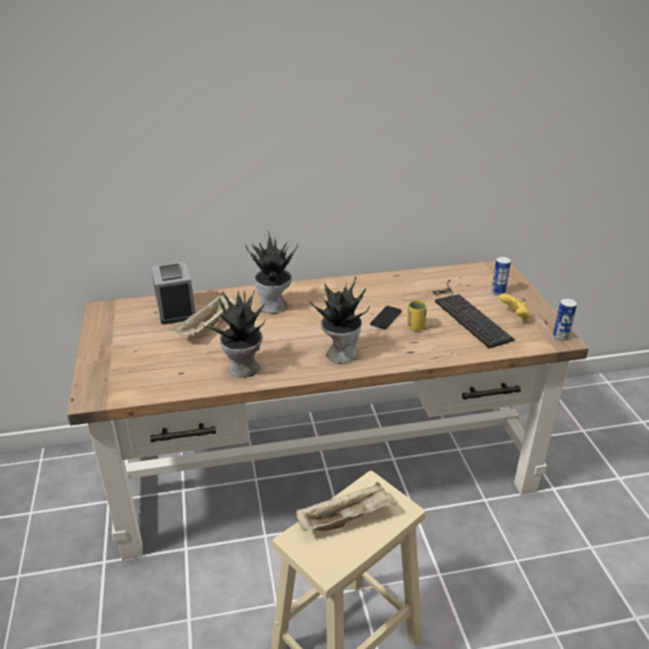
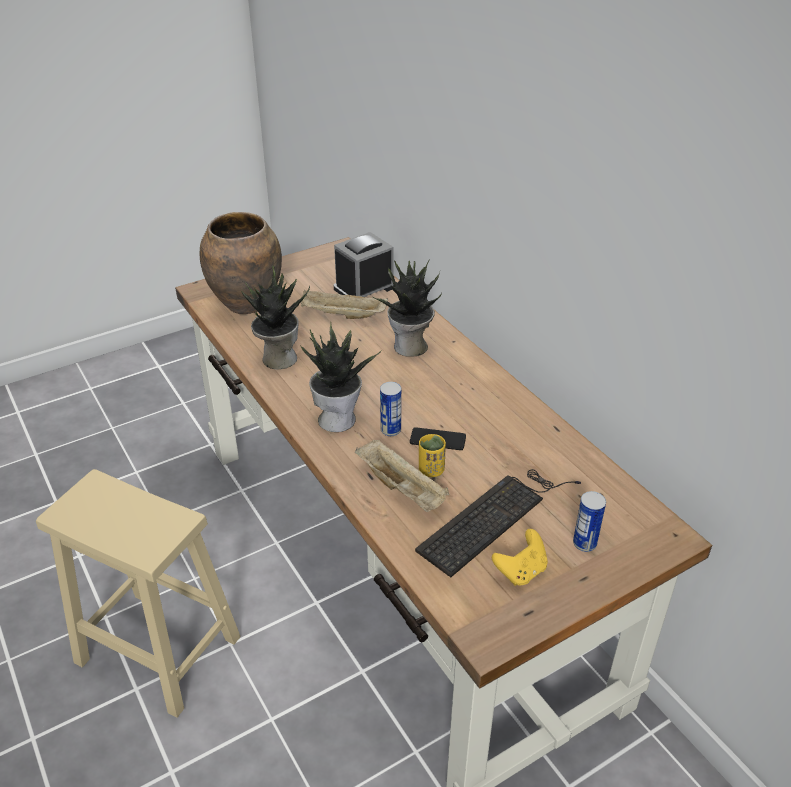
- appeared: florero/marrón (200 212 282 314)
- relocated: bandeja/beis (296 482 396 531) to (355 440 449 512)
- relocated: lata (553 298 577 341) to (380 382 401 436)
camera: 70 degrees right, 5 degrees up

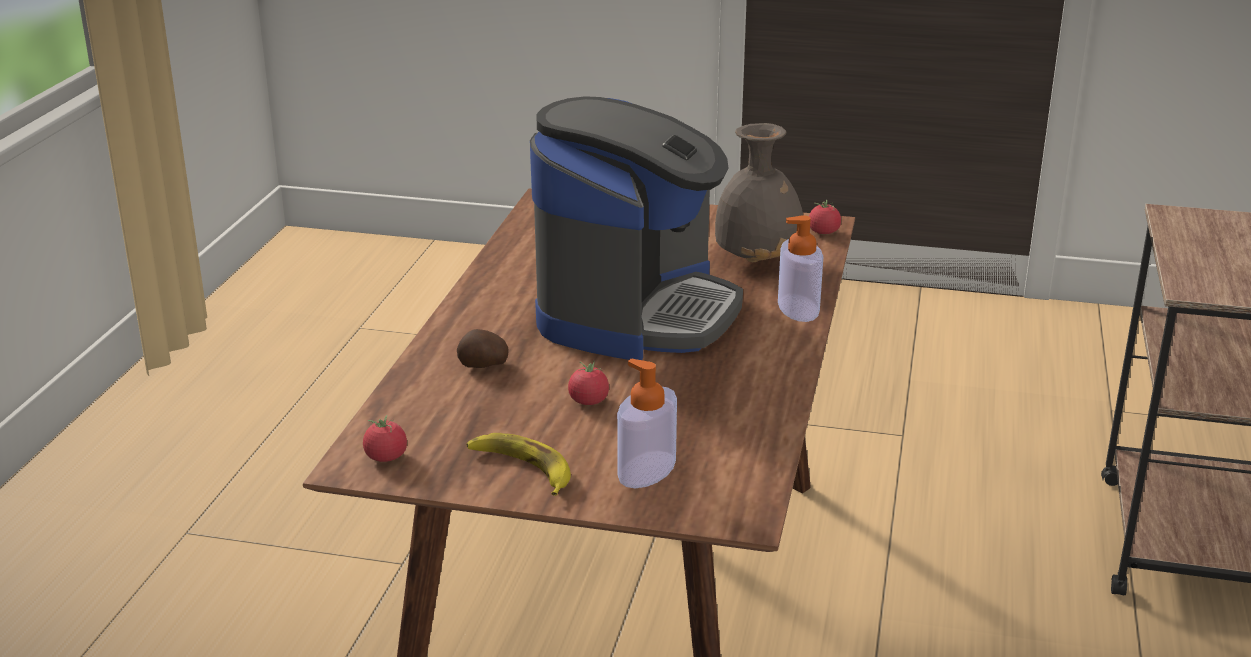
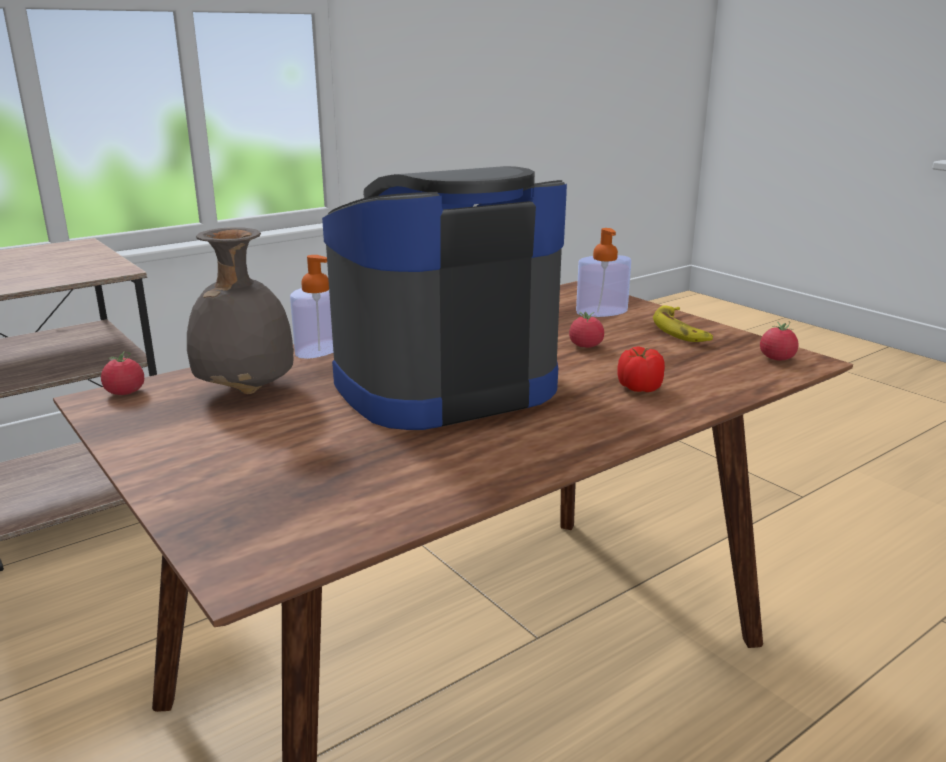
- exchanged: patata (457 329 508 368) to tomate (617 346 665 392)
camera: 140 degrees left, 5 degrees down

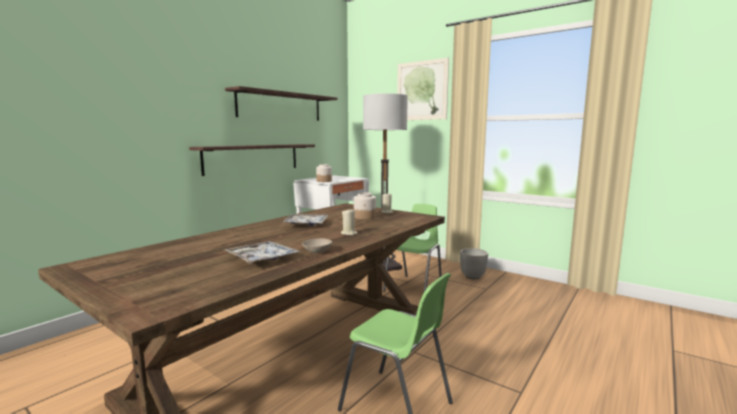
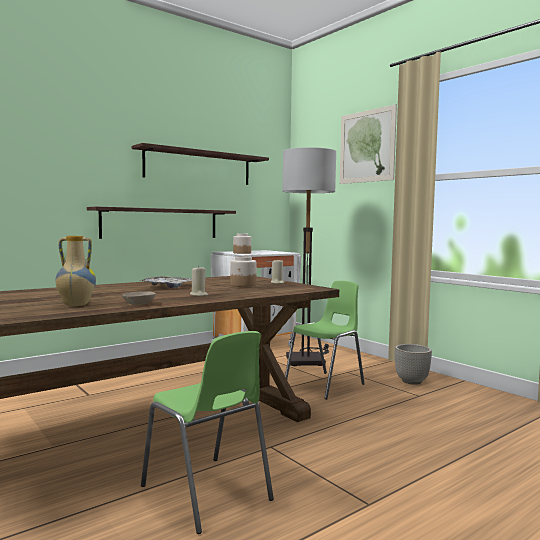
- exchanged: bandeja (225 241 300 263) to florero (55 236 96 306)
camera: 15 degrees right, 5 degrees down

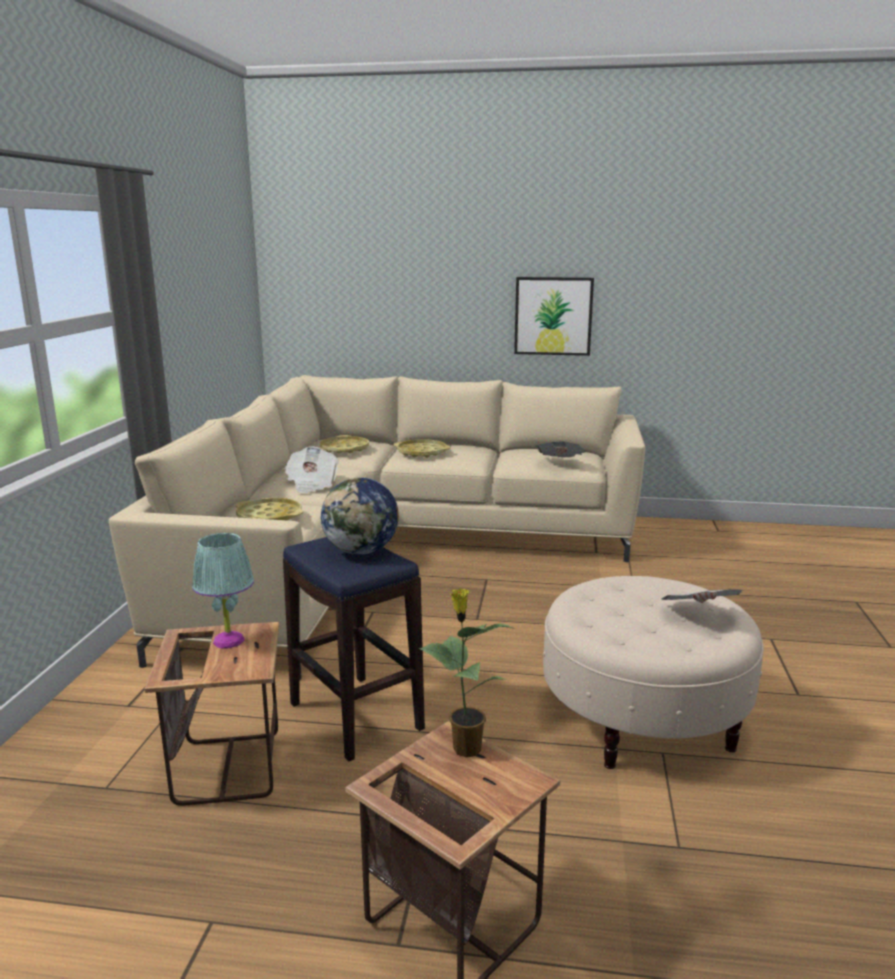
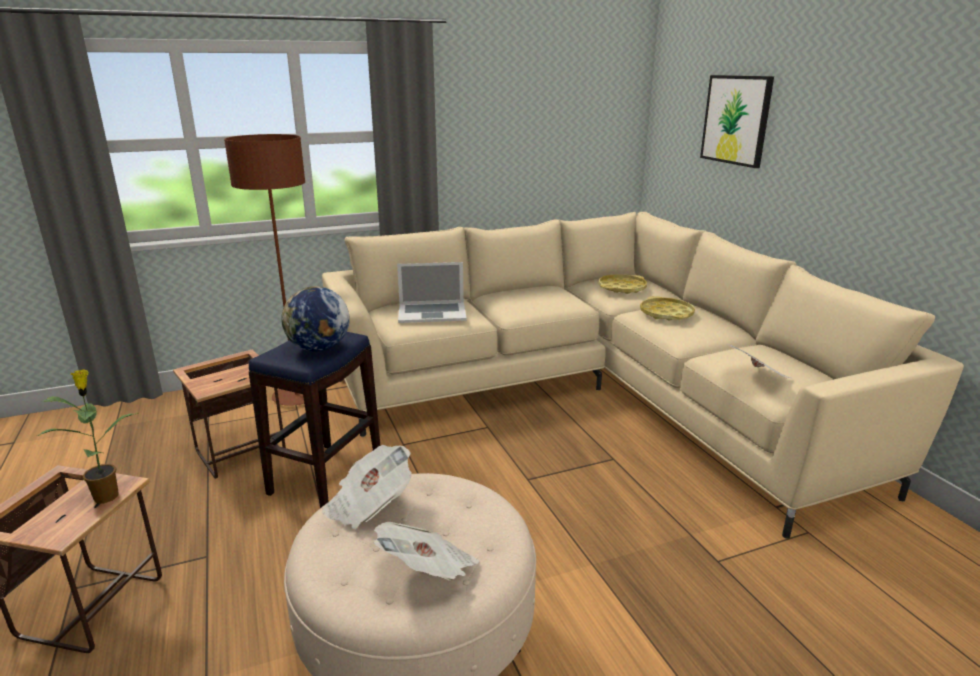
- appeared: lámpara de pie/marrón (224 134 305 406)
- relocated: periódico (284 446 339 493) to (323 445 412 529)
- exchanged: bandeja/amarillo (235 498 303 521) to portátil (397 262 467 323)
- relocated: cuadro (514 277 594 356) to (700 75 774 168)
- missing: lámpara de mesa/turquesa (192 533 254 648)
camera: 60 degrees right, 5 degrees up

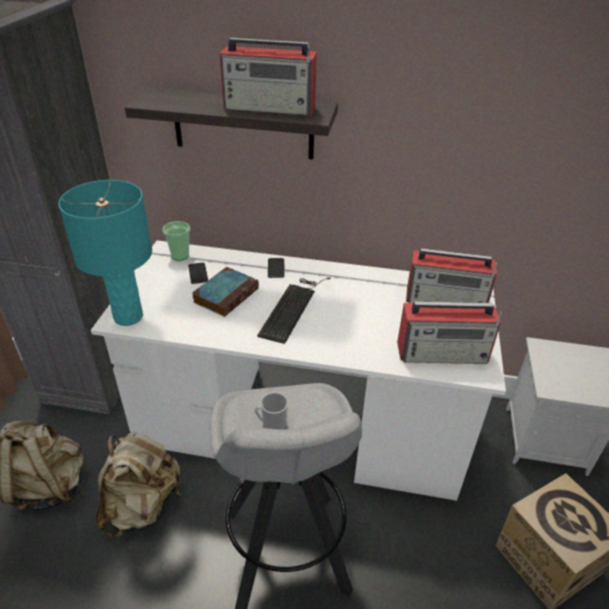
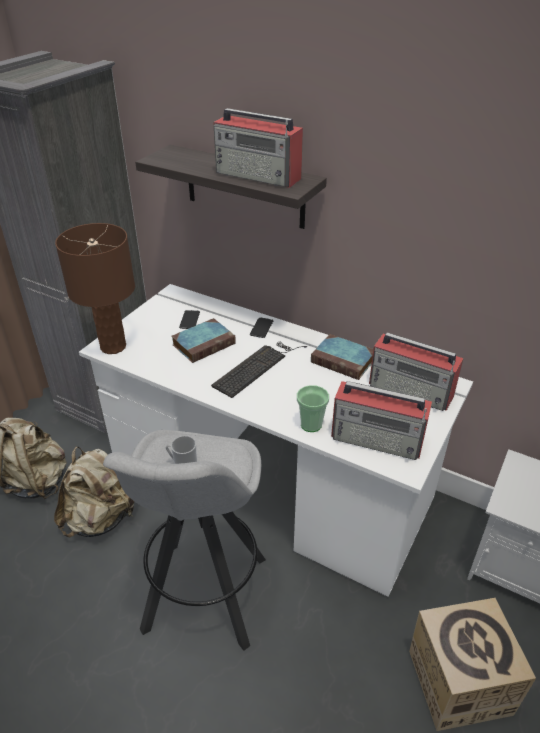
- colour: lámpara de mesa/turquesa (58 180 152 326) to lámpara de mesa/marrón (55 223 135 354)
- relocated: taza (162 221 190 261) to (297 385 329 432)
- appeared: libro (311 334 373 380)
camera: 20 degrees right, 0 degrees up

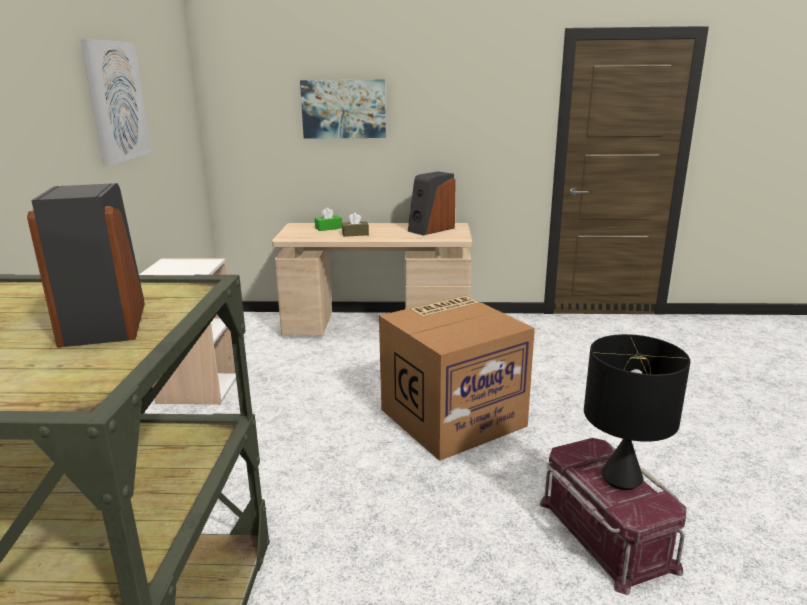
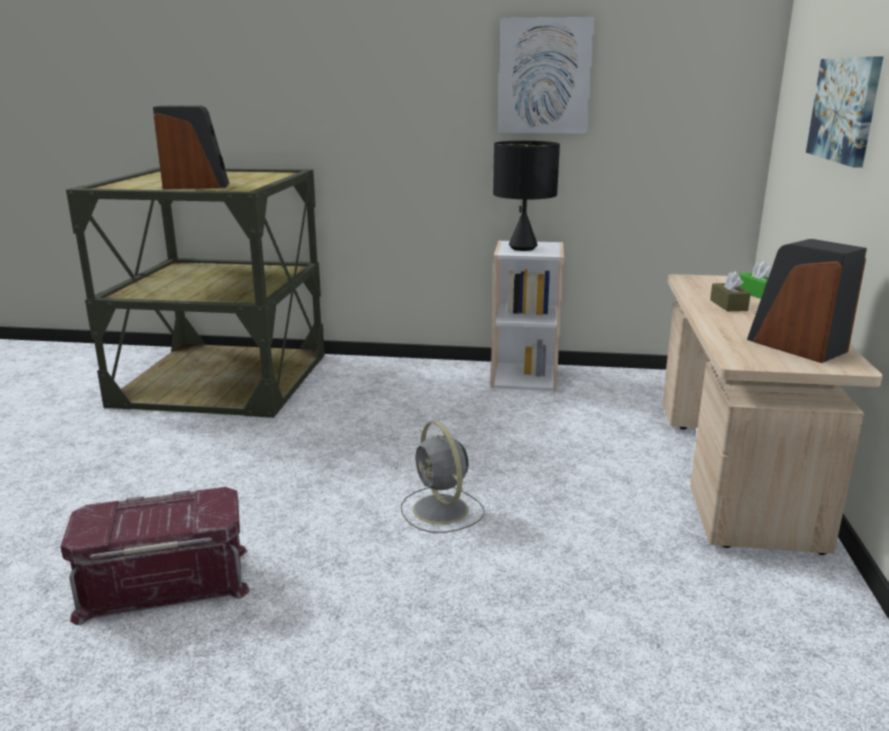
- exchanged: caja de cartón (379 295 535 461) to ventilador/gris (401 421 485 533)
- relocated: lámpara de mesa/negro (584 334 690 490) to (493 141 560 251)
camera: 95 degrees right, 0 degrees up

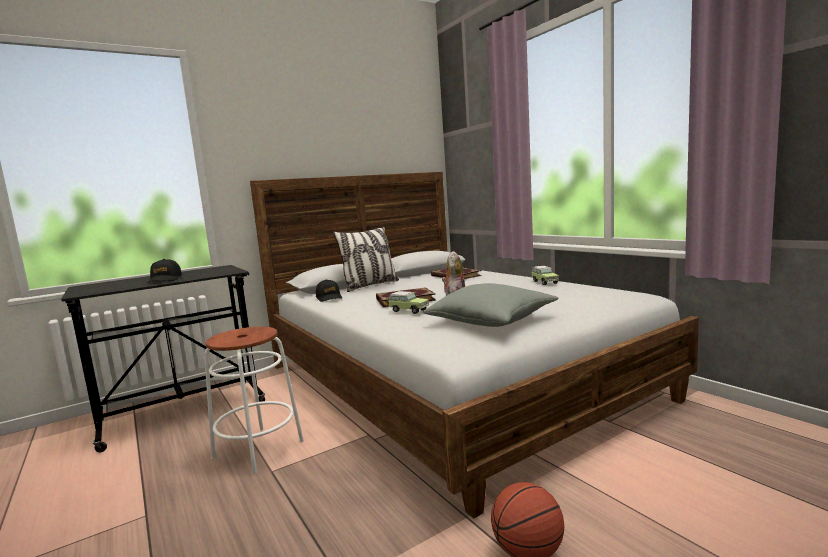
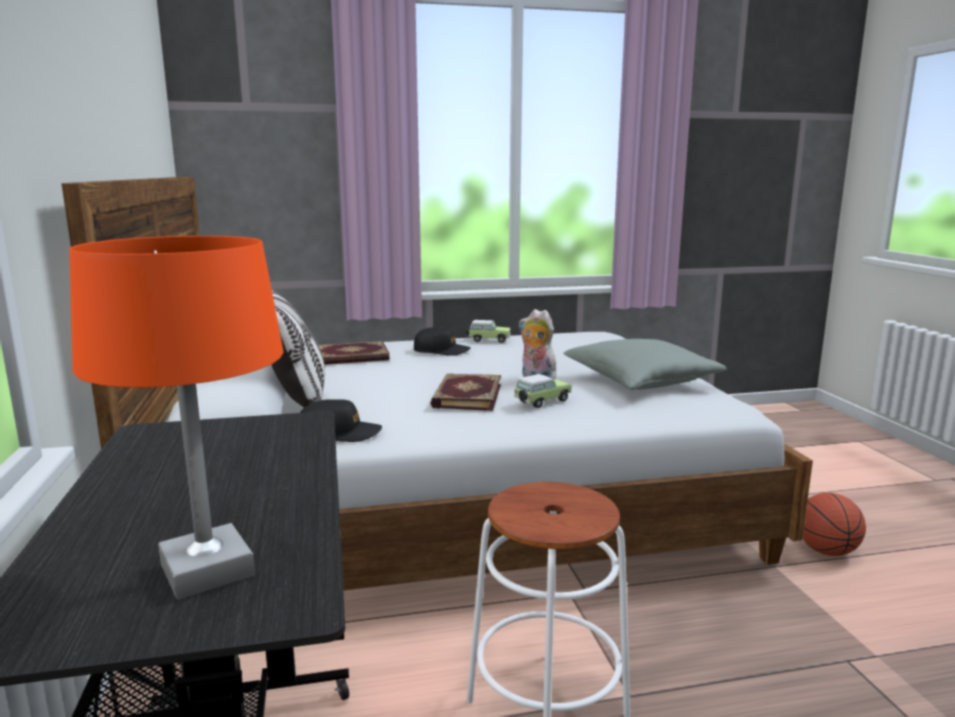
- appeared: lámpara de mesa/naranja (69 236 284 600)
- relocated: gorra/negro (147 259 182 283) to (414 327 471 356)
camera: 70 degrees left, 5 degrees up

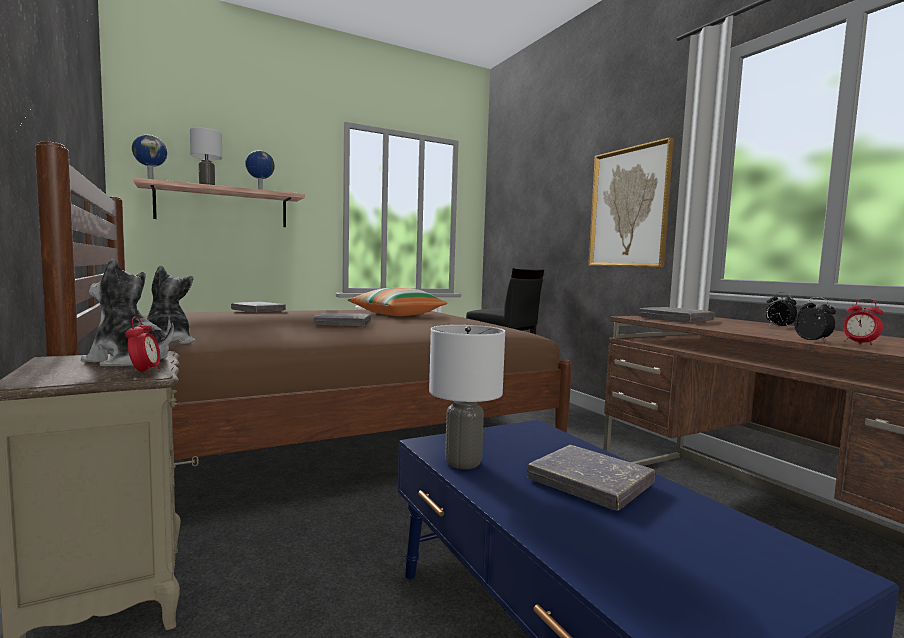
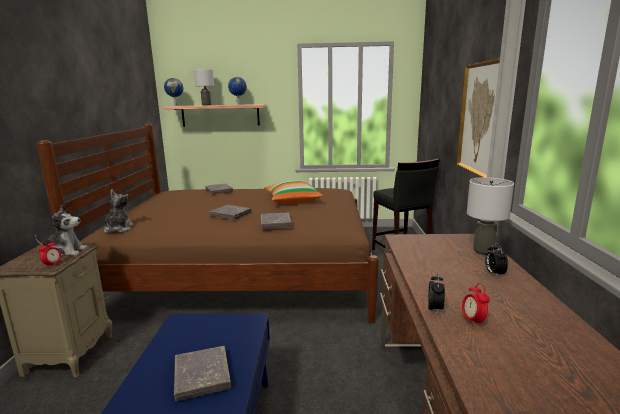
- spun: peluche (81 259 174 366) = (35 205 87 256) 135 degrees clockwise
- relocated: libro/gris (638 307 714 322) to (261 213 292 229)
- relocated: lámpara de mesa/blanco (429 325 505 469) to (467 177 514 255)
camera: 30 degrees right, 10 degrees up

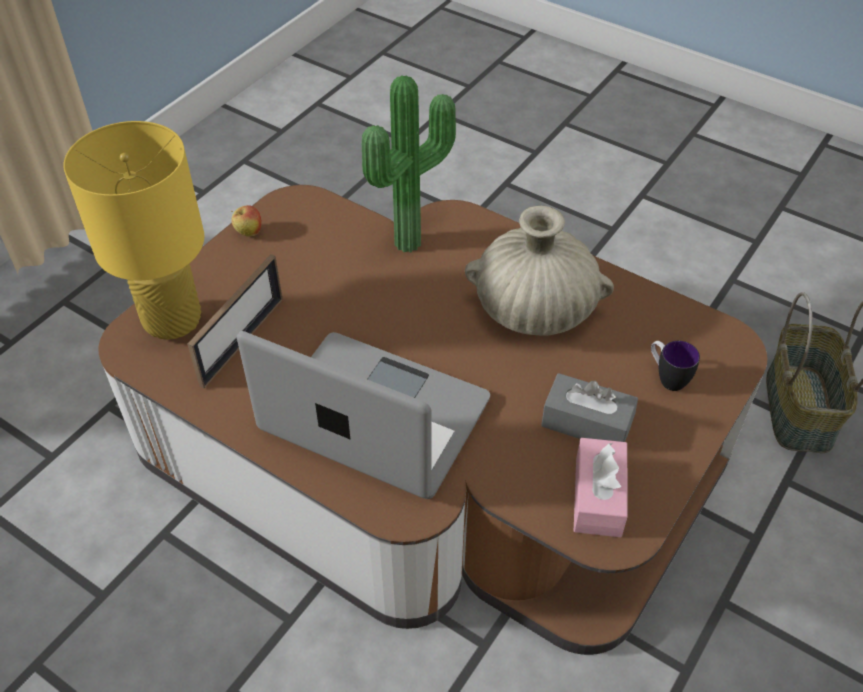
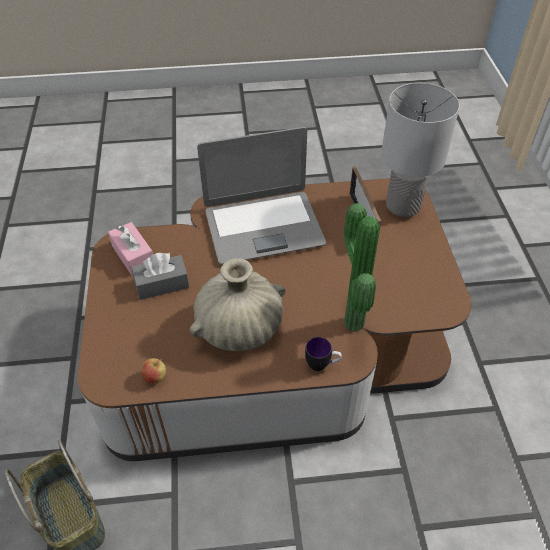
- relocated: manzana (231 205 262 237) to (141 358 166 384)
- relocated: taza grande (651 341 700 391) to (305 337 342 371)
- colour: lámpara de mesa/amarillo (63 121 204 340) to lámpara de mesa/gris (381 83 460 217)
camera: 140 degrees right, 0 degrees up

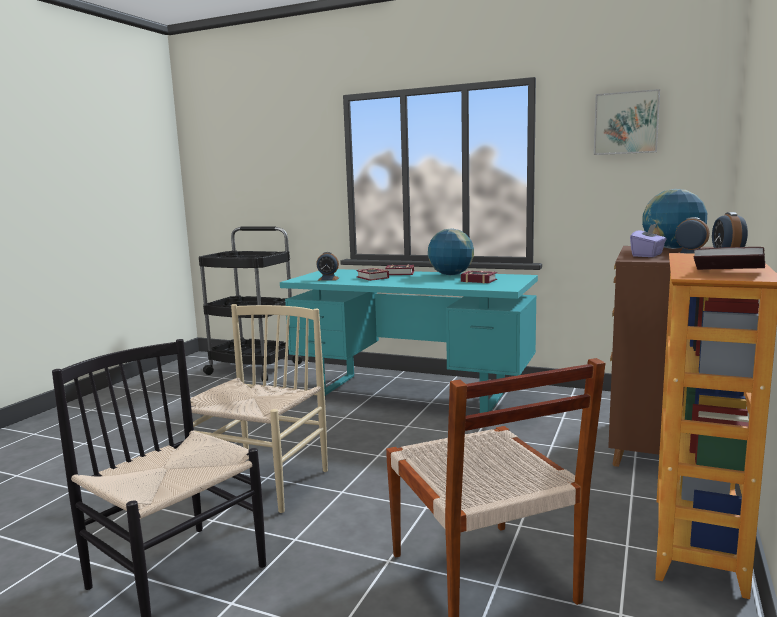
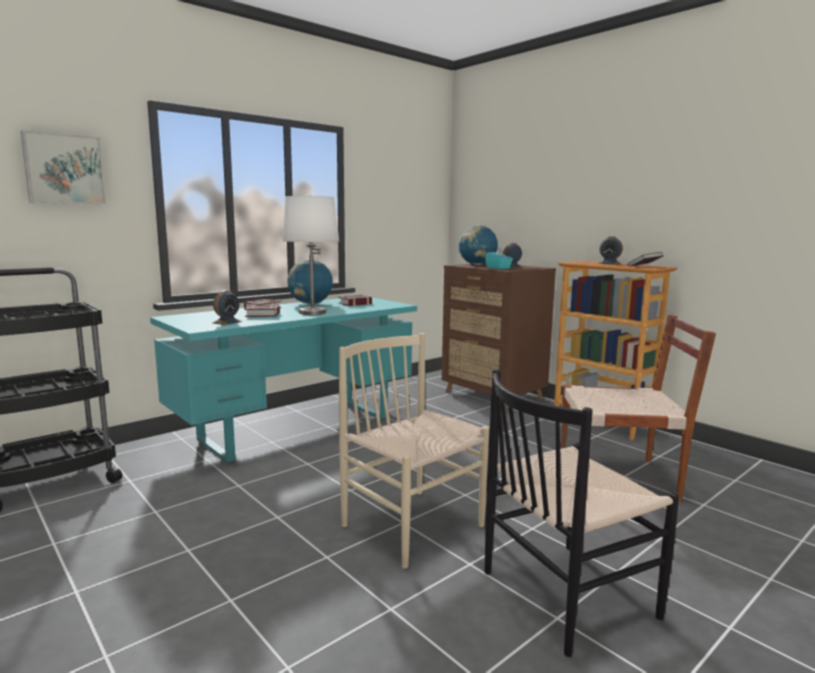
- relocated: cuadro (594 89 660 155) to (20 130 106 204)
- appeared: lámpara de mesa/blanco (282 195 339 315)
- colour: caja de pañuelos/morado (630 224 667 257) to caja de pañuelos/turquesa (485 247 513 269)
camera: 65 degrees left, 0 degrees up

